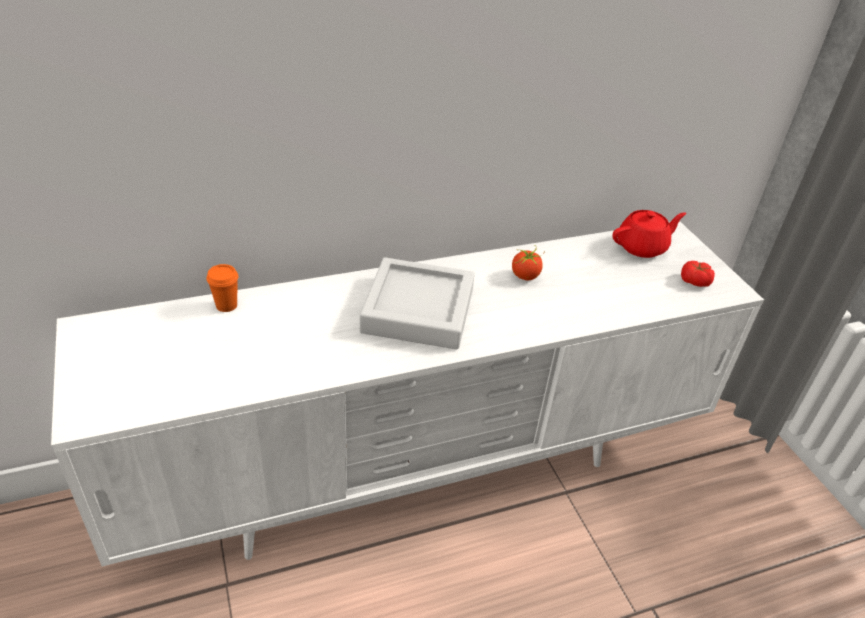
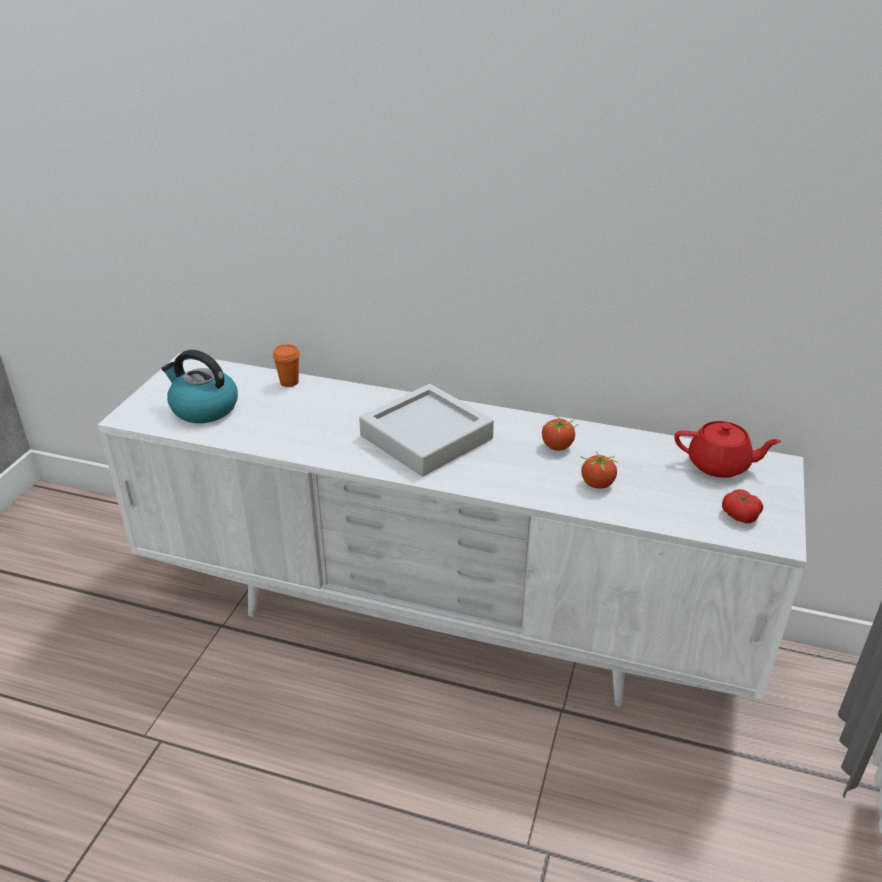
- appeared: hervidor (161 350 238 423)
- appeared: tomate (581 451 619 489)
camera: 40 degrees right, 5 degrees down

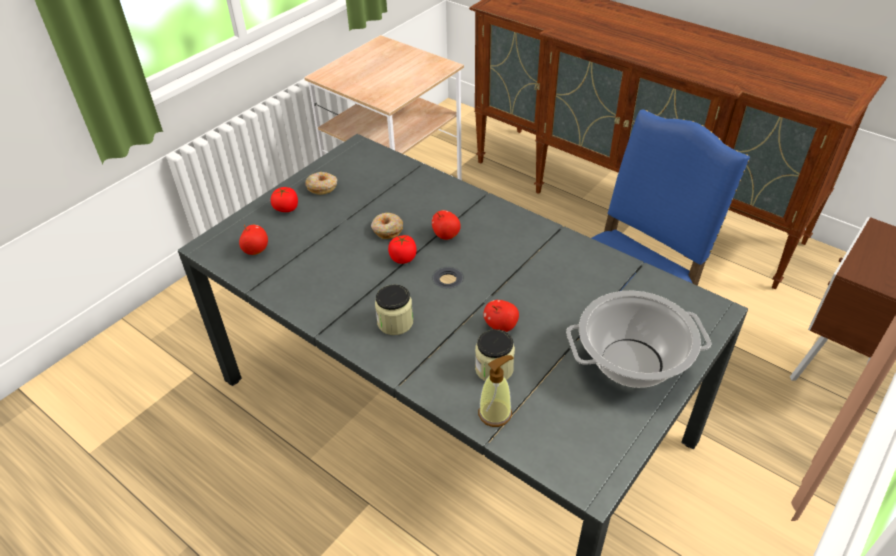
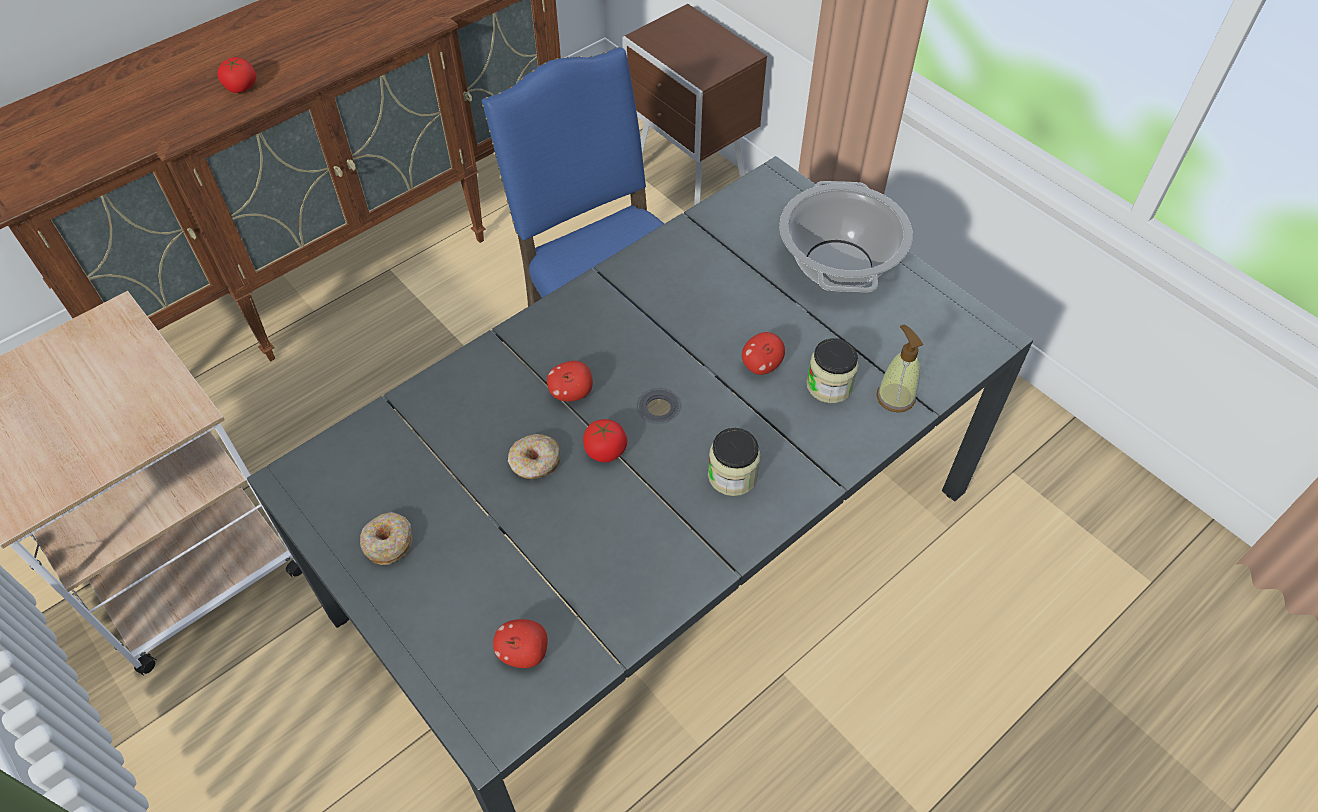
- relocated: tomate (271 187 298 212) to (218 57 256 93)
camera: 80 degrees left, 10 degrees up

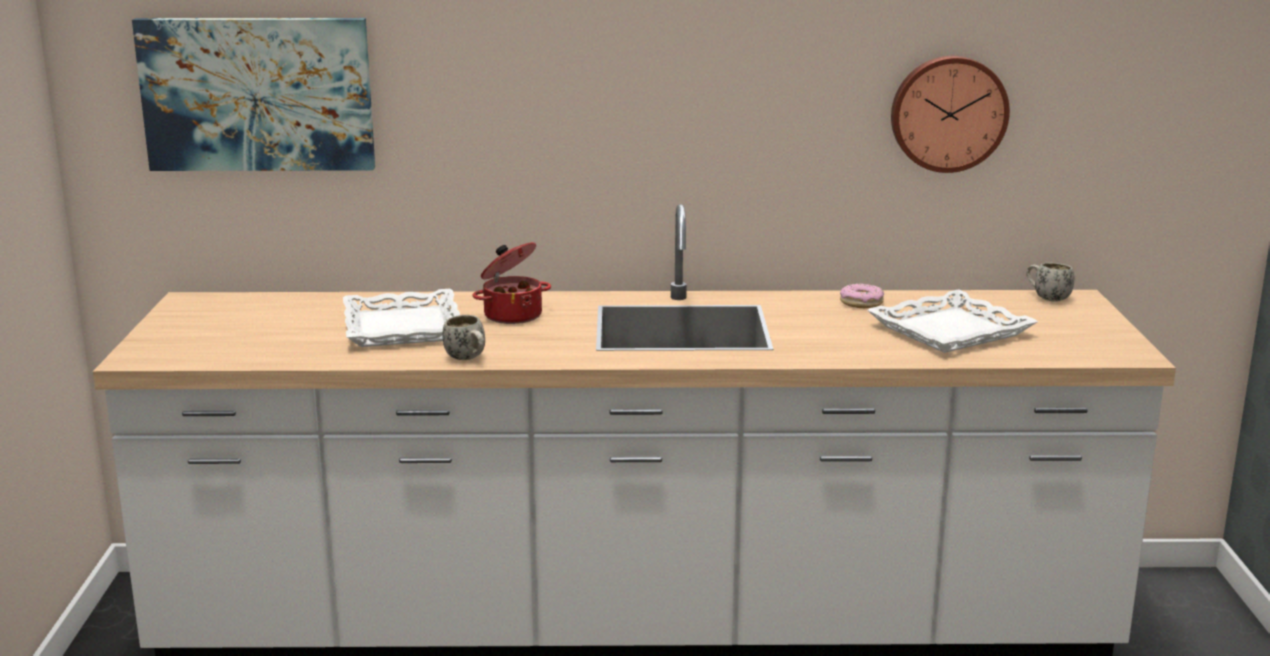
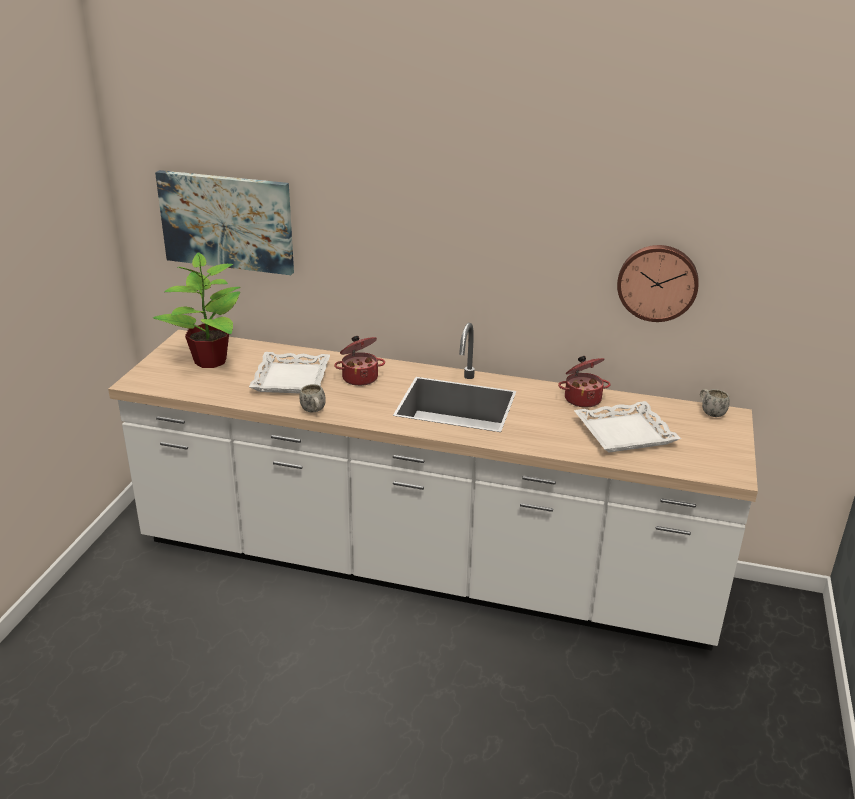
- appeared: planta en maceta (153 252 241 368)
- exchanged: rosquilla (840 283 884 308) to olla (558 356 611 407)
camera: 15 degrees right, 10 degrees up

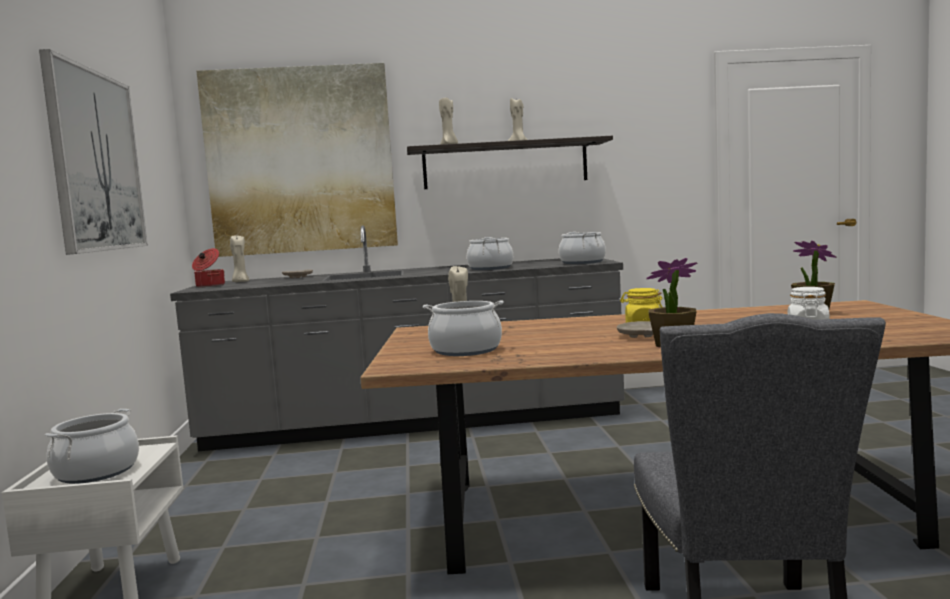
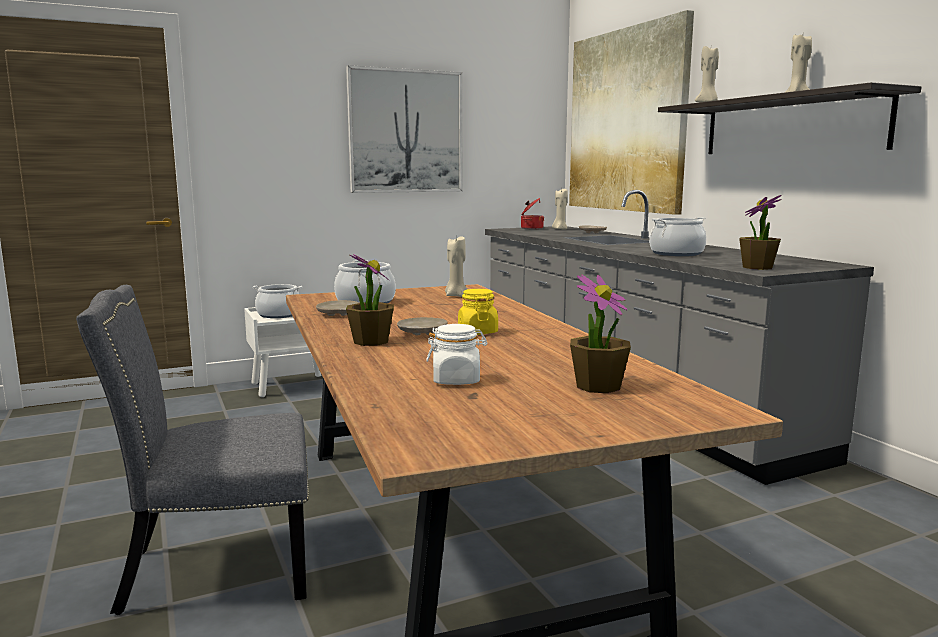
- appeared: plato/beis (316 300 359 316)
- exchanged: olla (559 232 606 264) to planta en maceta (739 195 782 270)
camera: 70 degrees right, 5 degrees up

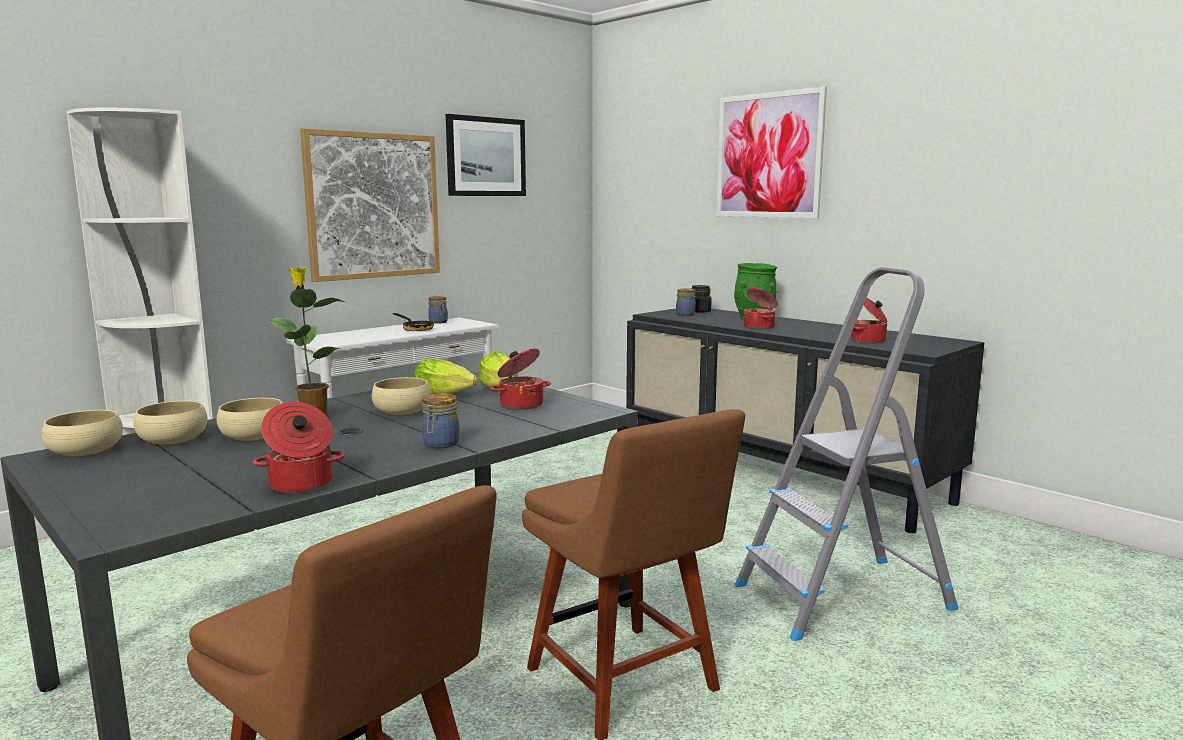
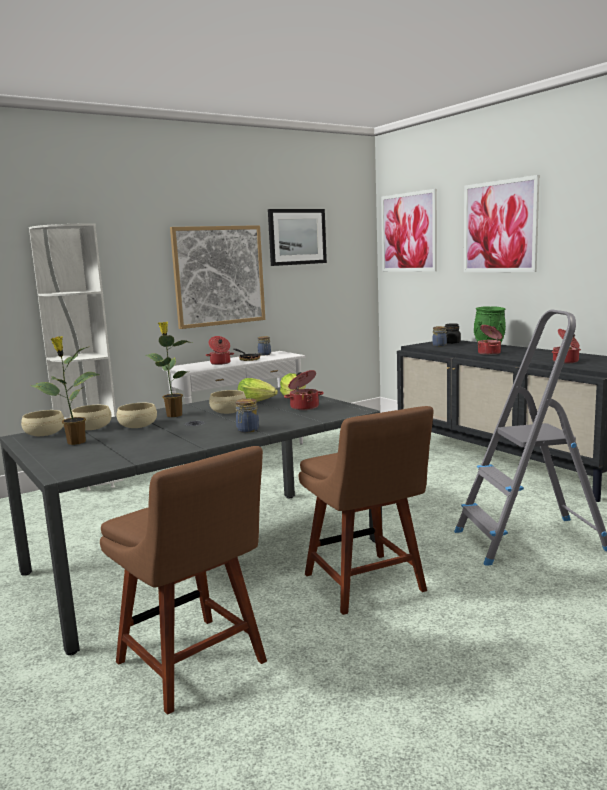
- appeared: planta en maceta (31 336 100 445)
- relocated: olla (253 402 344 494) to (206 336 234 365)
- appeared: cuadro (381 189 437 272)
camera: 10 degrees right, 0 degrees up

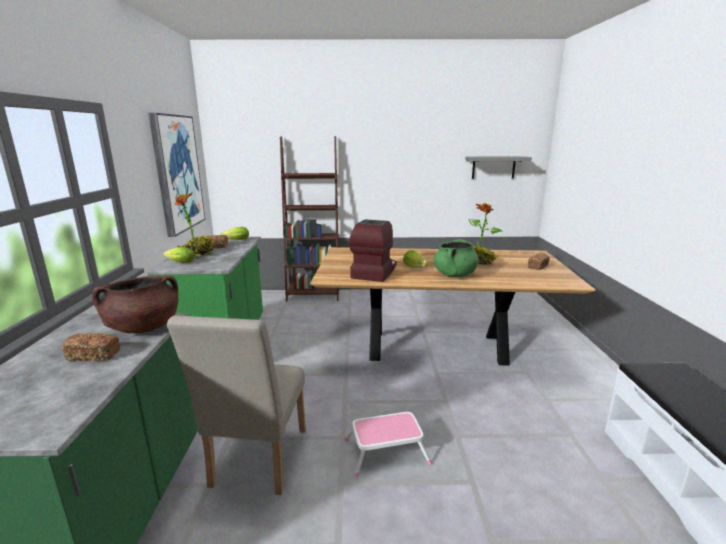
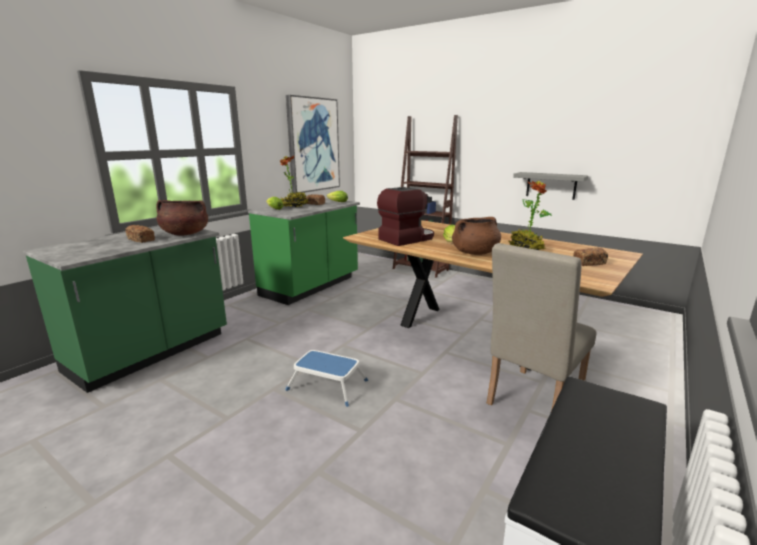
- colour: escalera de tijera/rosa (345 412 432 478) to escalera de tijera/azul (285 350 369 407)
- colour: olla/verde (434 239 479 277) to olla/marrón (452 217 501 255)
- relocated: silla/beis (167 315 306 495) to (487 243 596 411)
- relocated: estante/gris (465 156 532 179) to (513 172 588 200)
camera: 35 degrees right, 0 degrees up

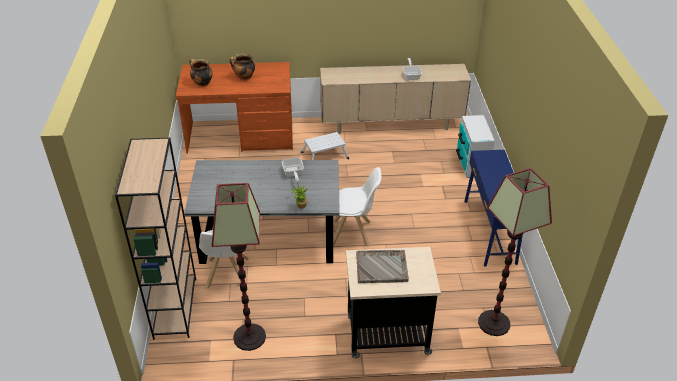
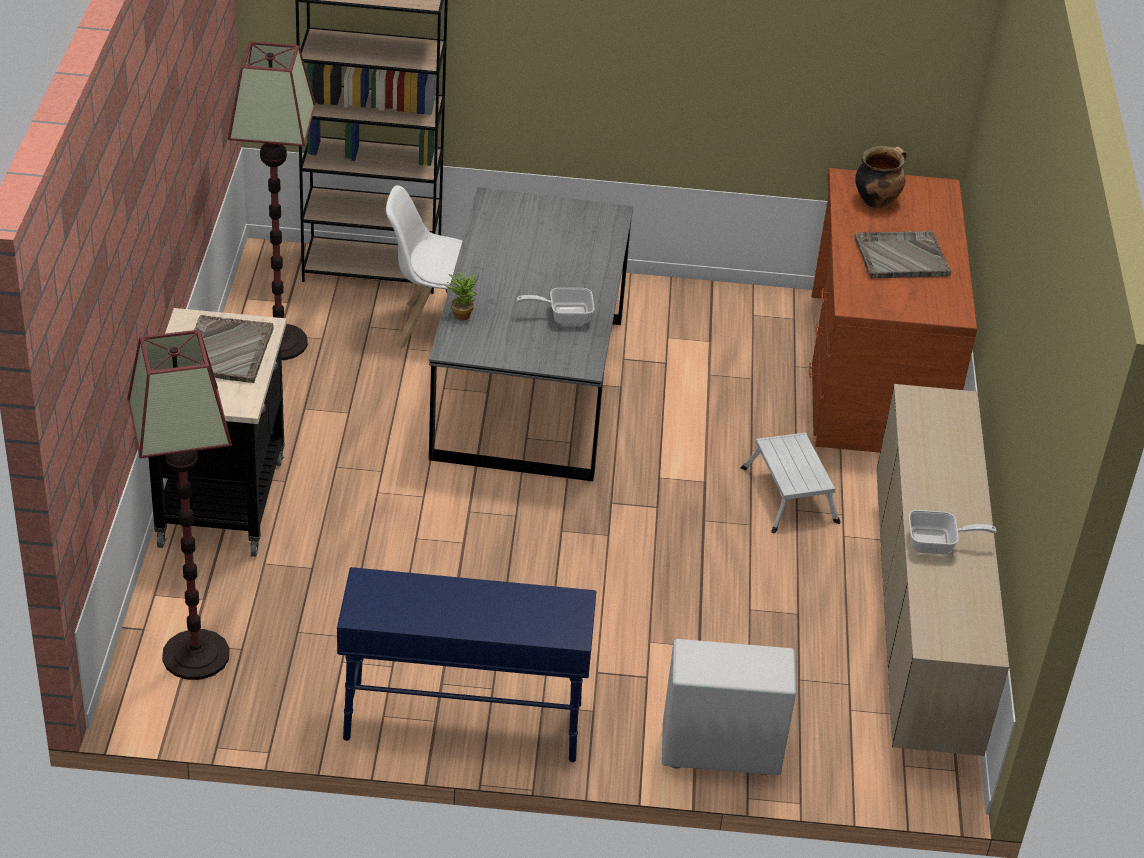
- exchanged: olla (230 53 255 80) to bandeja/gris (854 231 951 279)
- missing: silla/blanco (333 167 381 247)
camera: 95 degrees right, 0 degrees up

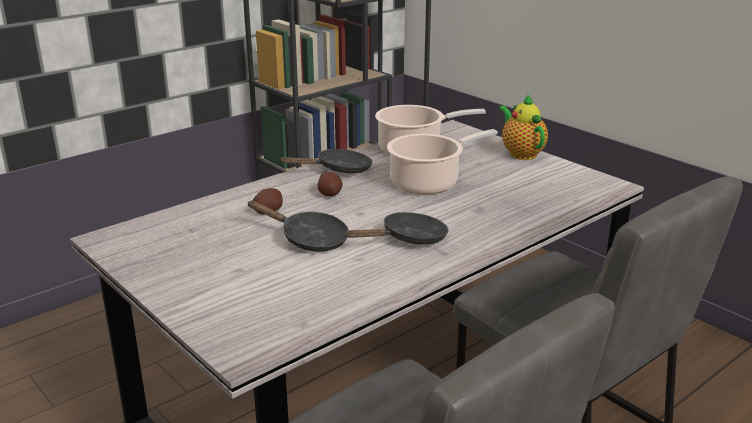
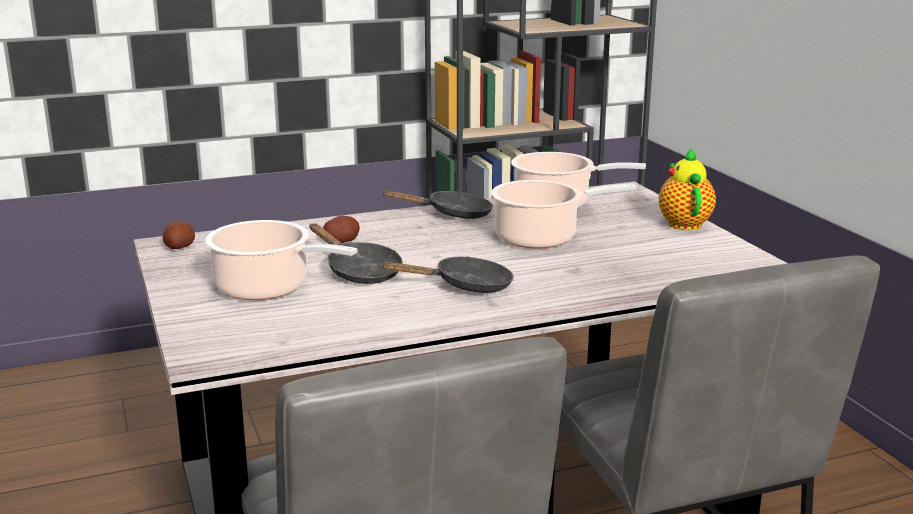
- relocated: patata (317 172 343 196) to (163 221 195 249)
- appeared: olla (205 220 358 300)
camera: 20 degrees right, 5 degrees down

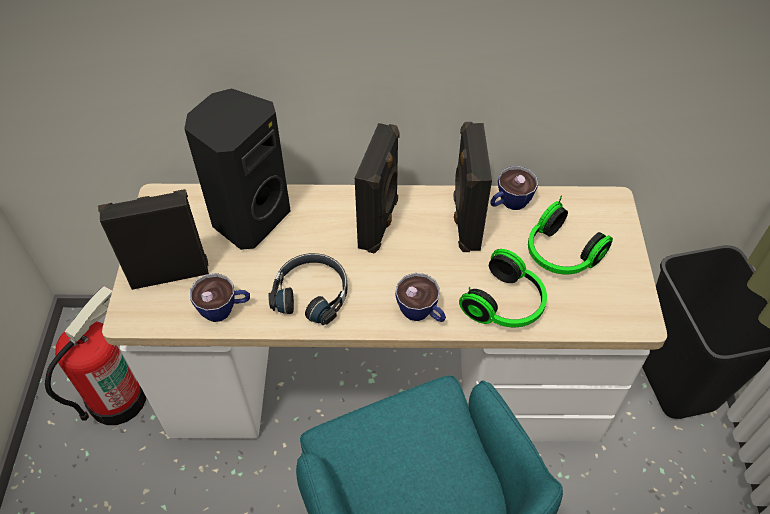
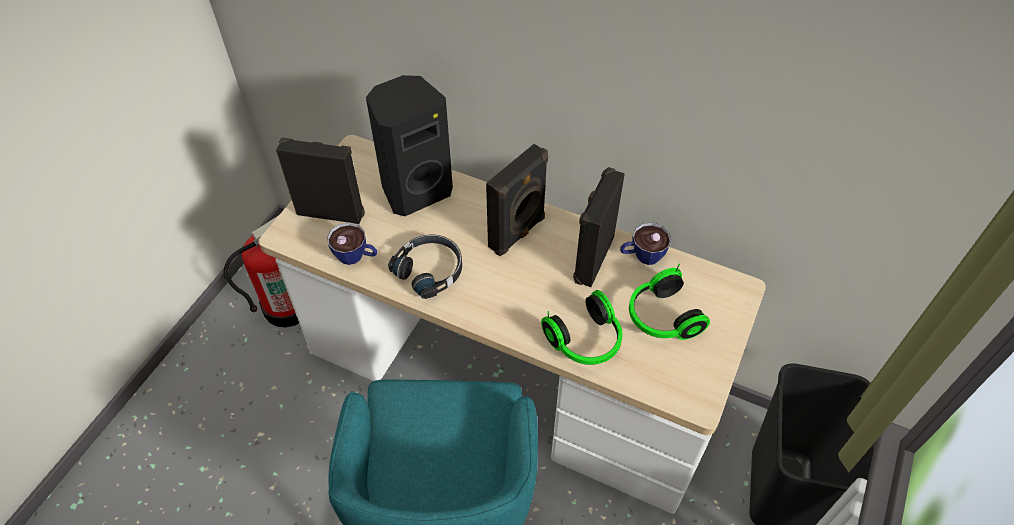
- missing: taza (395 273 446 322)
camera: 25 degrees right, 0 degrees up

